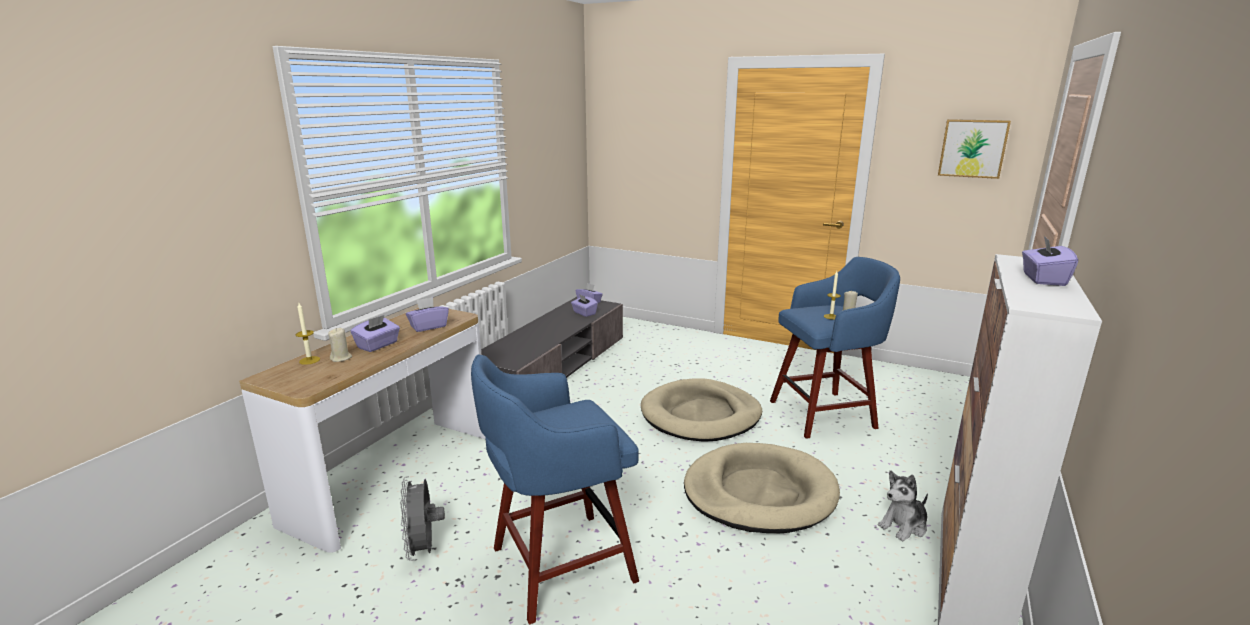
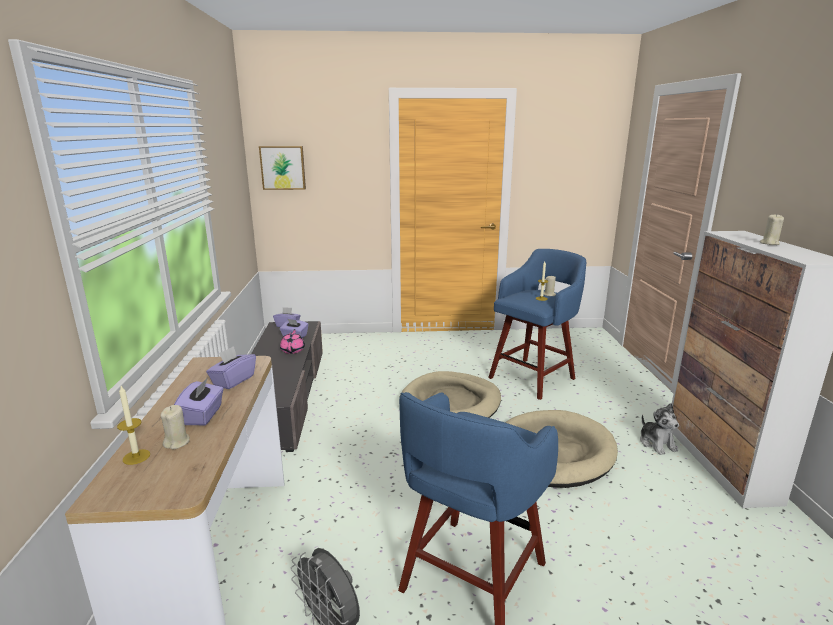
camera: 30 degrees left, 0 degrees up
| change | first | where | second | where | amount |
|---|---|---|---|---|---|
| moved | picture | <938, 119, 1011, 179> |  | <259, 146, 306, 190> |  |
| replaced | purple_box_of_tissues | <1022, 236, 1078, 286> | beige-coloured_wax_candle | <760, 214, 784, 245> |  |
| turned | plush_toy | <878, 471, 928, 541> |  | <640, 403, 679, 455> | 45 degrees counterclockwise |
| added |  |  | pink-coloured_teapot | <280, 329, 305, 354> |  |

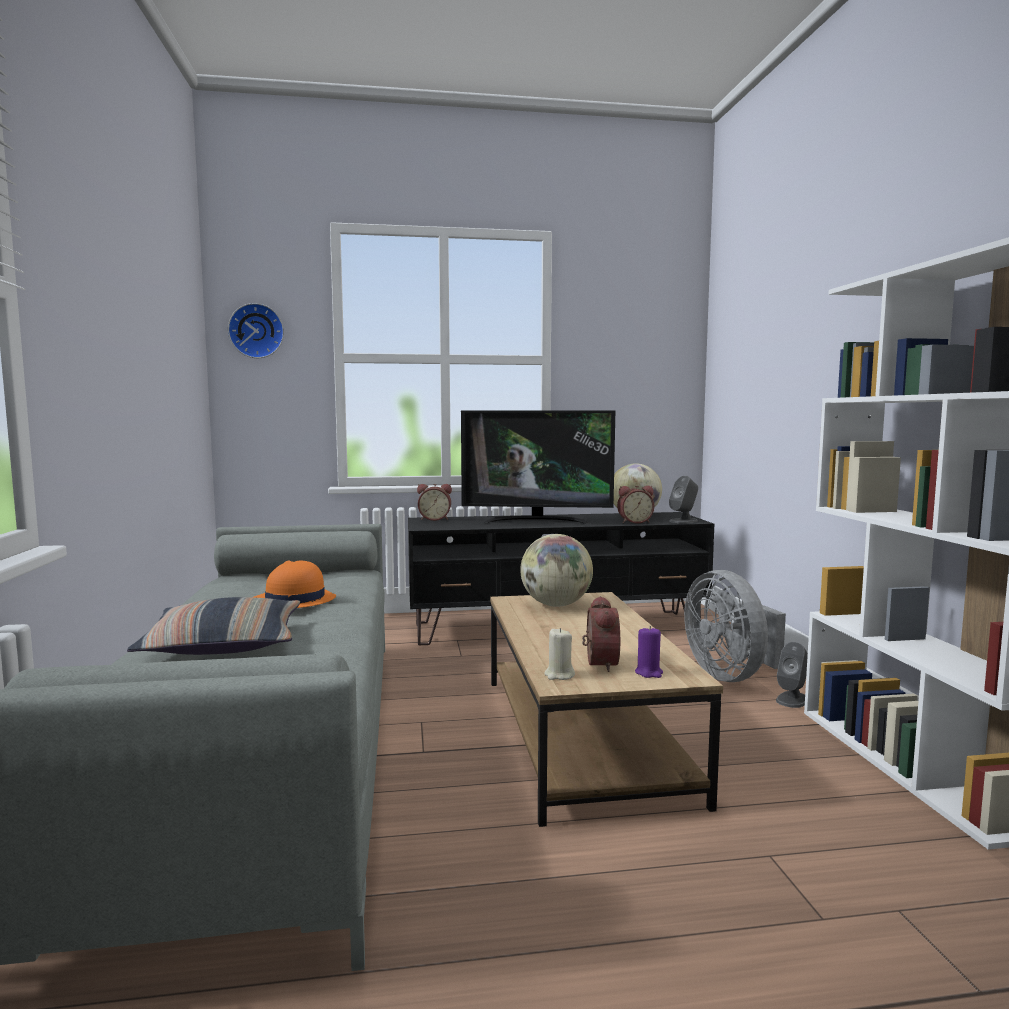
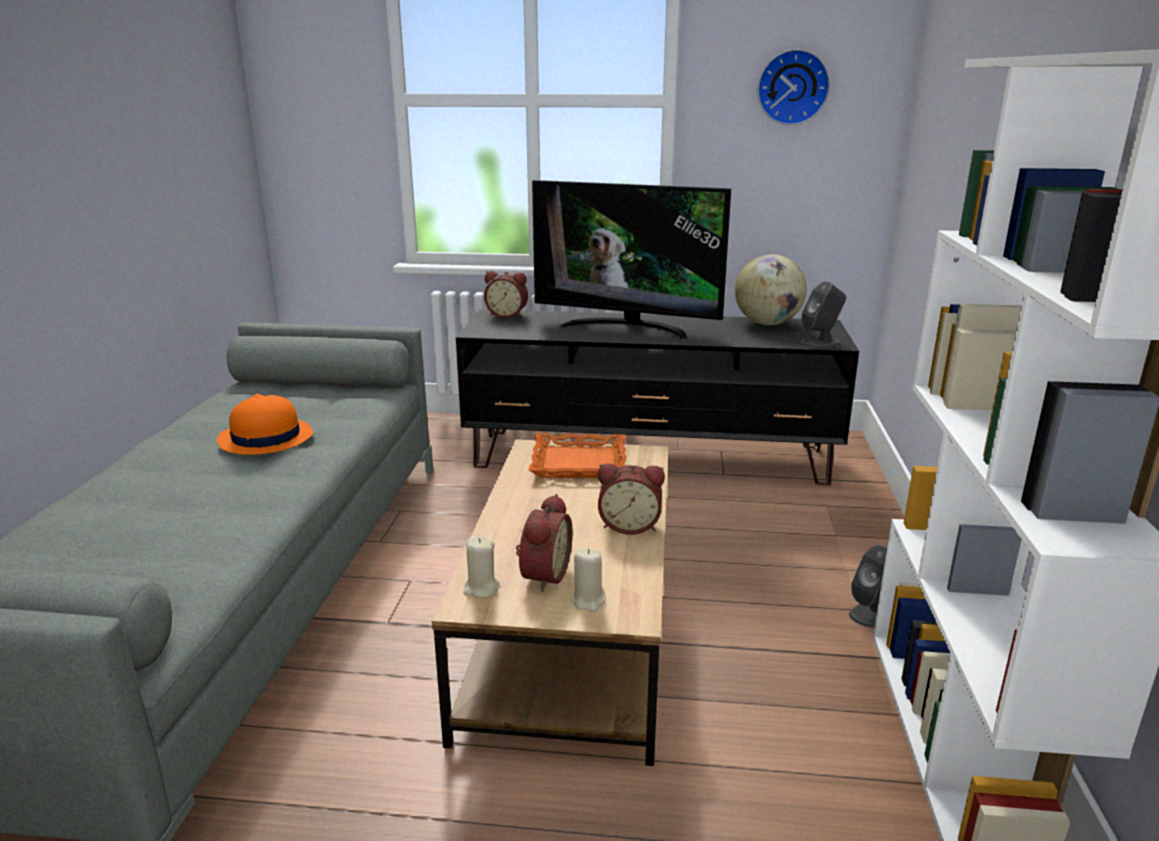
camera: 15 degrees right, 15 degrees up
| change | first | where | second | where | amount |
|---|---|---|---|---|---|
| moved | clock_on_the_wall | <228, 303, 284, 358> |  | <757, 49, 830, 125> |  |
| moved | bedside_clock | <617, 486, 654, 524> |  | <597, 463, 665, 535> |  |
| replaced | globe | <520, 534, 593, 607> | orange-coloured_serving_tray | <529, 433, 626, 478> |  |
| removed | greyish_cooling_fan | <684, 570, 786, 682> |  |  |  |
| removed | cushion | <127, 597, 300, 655> |  |  |  |
| recoloured | purple_wax_candle | <635, 626, 663, 678> | beige-coloured_wax_candle | <571, 548, 606, 611> |  |

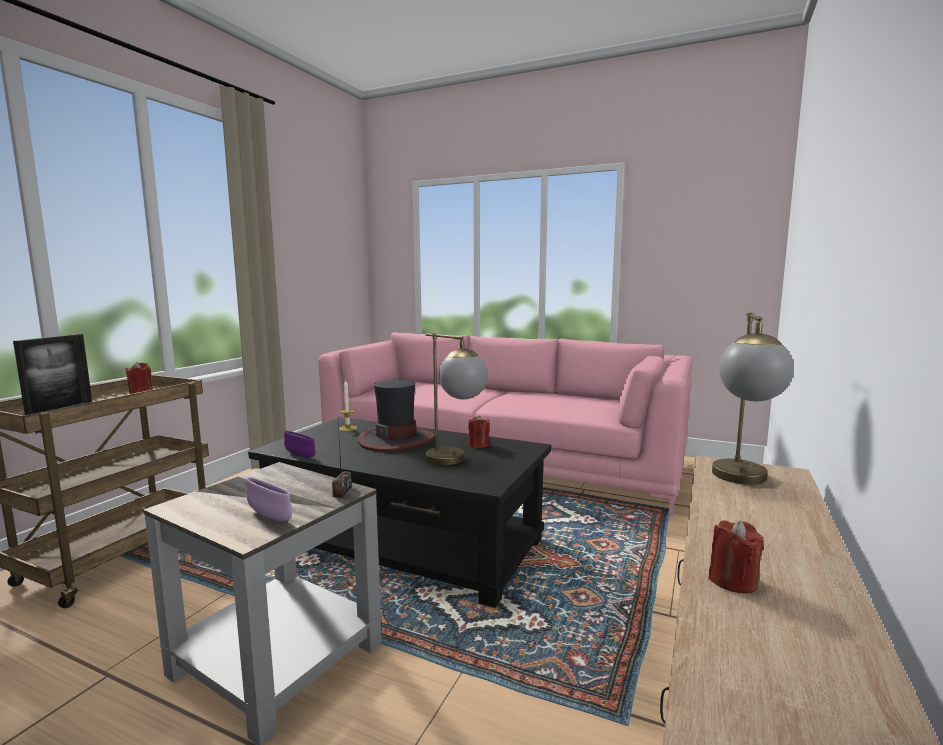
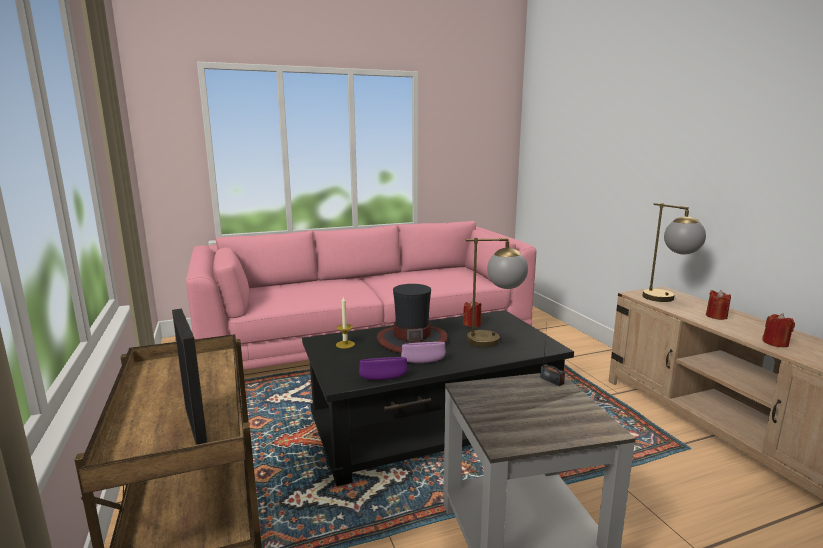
camera: 45 degrees left, 5 degrees up
| change | first | where | second | where | amount |
|---|---|---|---|---|---|
| moved | reddish_wax_candle | <125, 362, 153, 394> |  | <706, 290, 731, 320> |  |
| moved | purple_deep_dish | <246, 478, 292, 521> |  | <401, 342, 446, 363> |  |

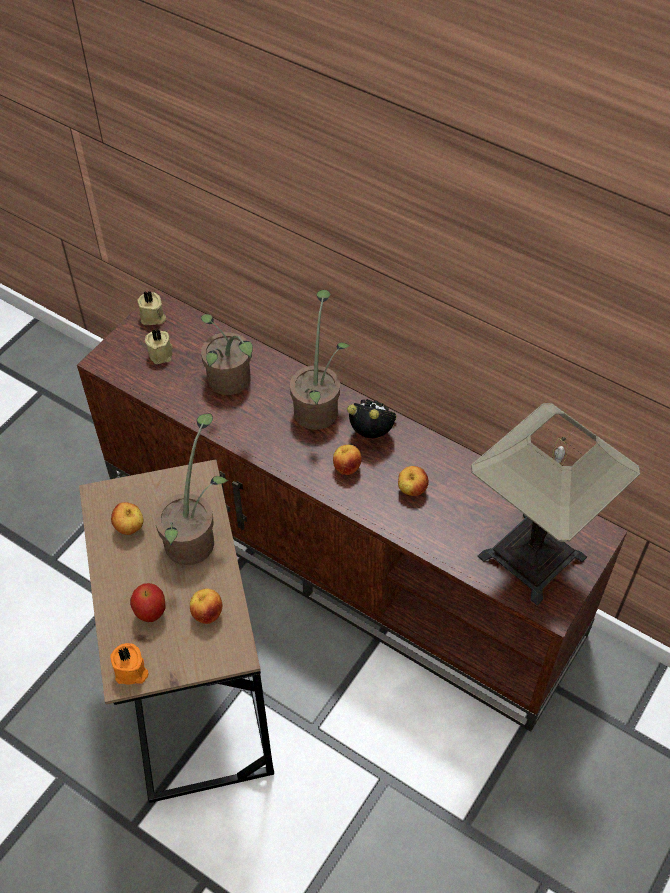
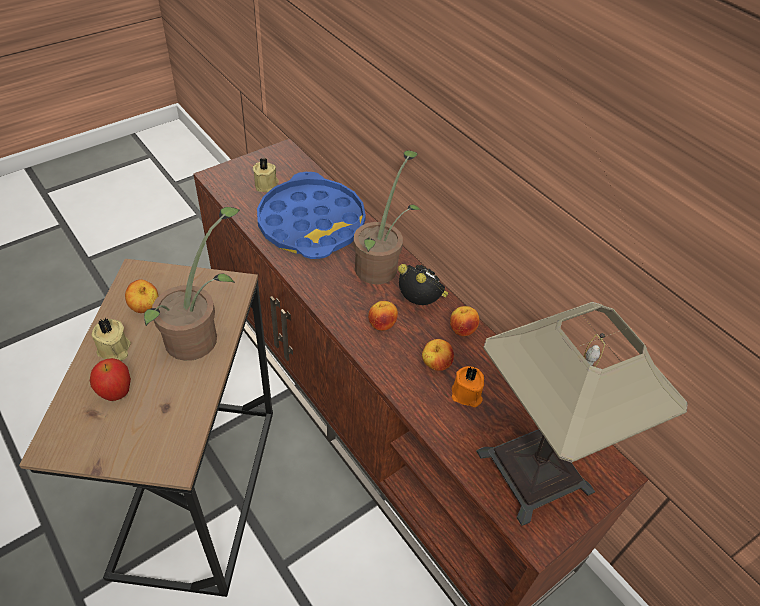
camera: 15 degrees right, 5 degrees down
| change | first | where | second | where | amount |
|---|---|---|---|---|---|
| moved | beige-coloured_wax_candle | <137, 291, 166, 325> |  | <91, 318, 131, 361> |  |
| replaced | plant_in_a_pot | <200, 314, 253, 395> | blue_serving_tray | <257, 172, 366, 259> |  |
| moved | whole_apple | <190, 589, 222, 624> |  | <450, 306, 479, 336> |  |
| moved | orange-coloured_wax_candle | <110, 643, 148, 684> |  | <452, 366, 484, 407> |  |

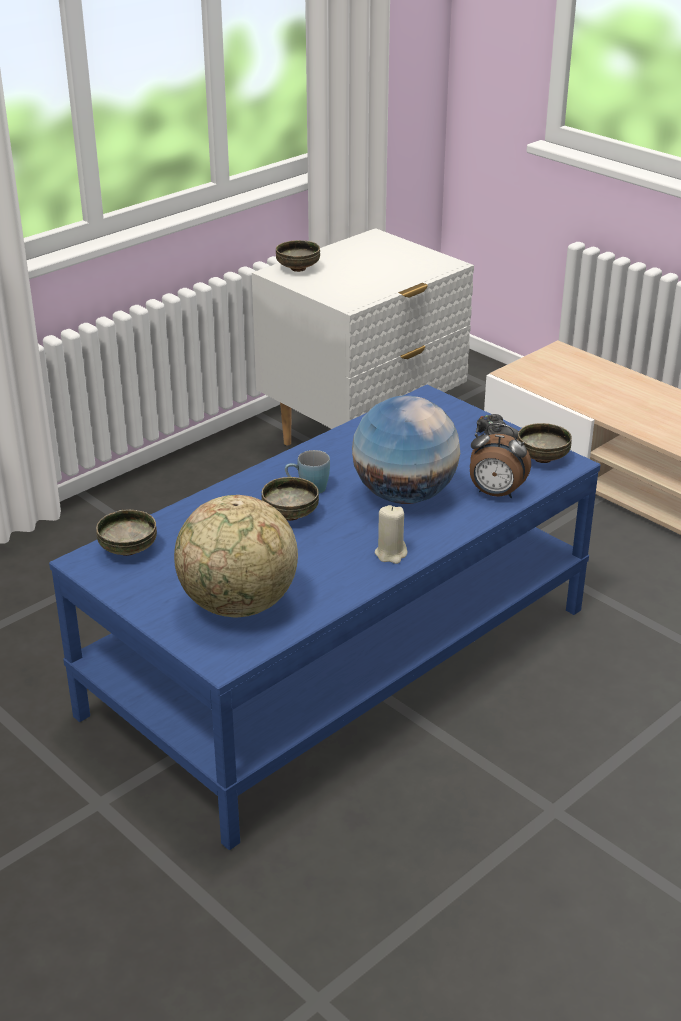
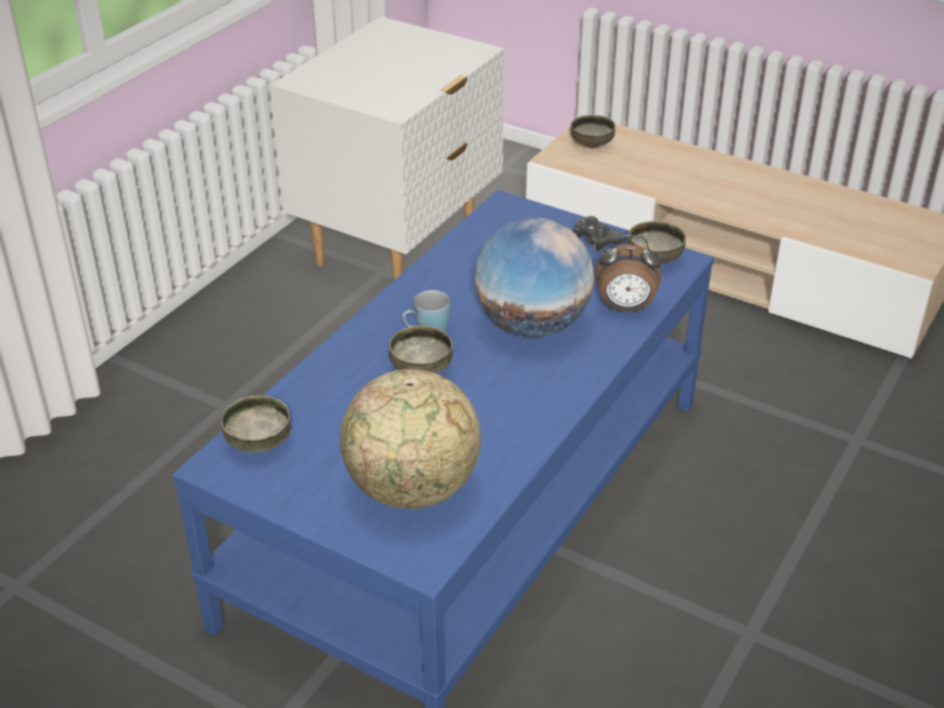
camera: 15 degrees left, 5 degrees up
| change | first | where | second | where | amount |
|---|---|---|---|---|---|
| moved | deep_dish | <276, 240, 320, 272> |  | <570, 115, 615, 148> |  |
| removed | beige-coloured_wax_candle | <375, 505, 407, 564> |  |  |  |

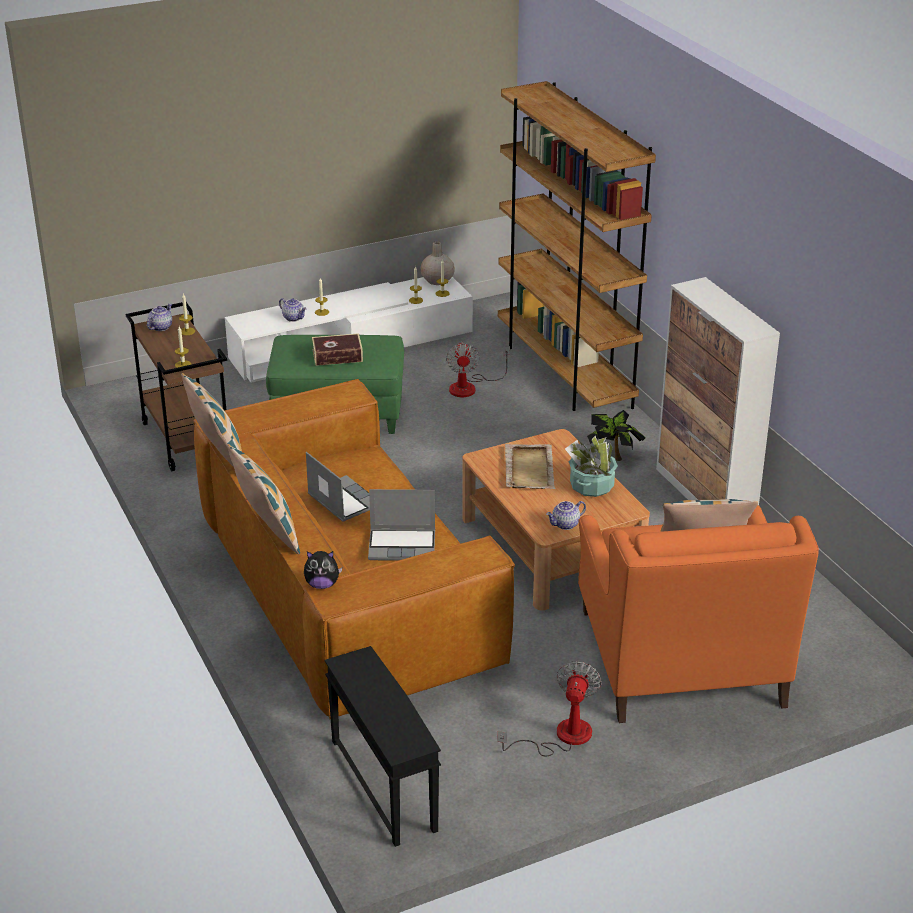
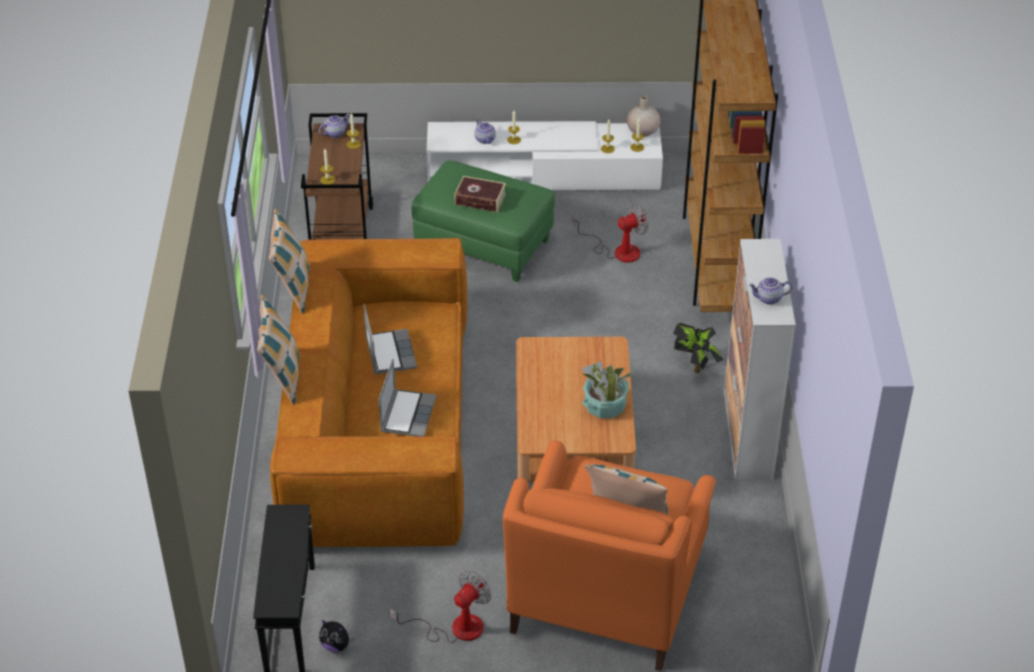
camera: 25 degrees right, 10 degrees up
| change | first | where | second | where | amount |
|---|---|---|---|---|---|
| turned | cooling_fan | <446, 342, 510, 397> |  | <572, 204, 648, 263> | 135 degrees counterclockwise |
| removed | beige-coloured_serving_tray | <505, 444, 555, 489> |  |  |  |
| turned | portable_computer | <368, 489, 435, 560> |  | <378, 358, 437, 437> | 105 degrees counterclockwise |
| moved | teapot | <546, 501, 586, 530> |  | <749, 277, 792, 305> |  |
| moved | plush_toy | <304, 551, 342, 589> |  | <319, 620, 354, 652> |  |

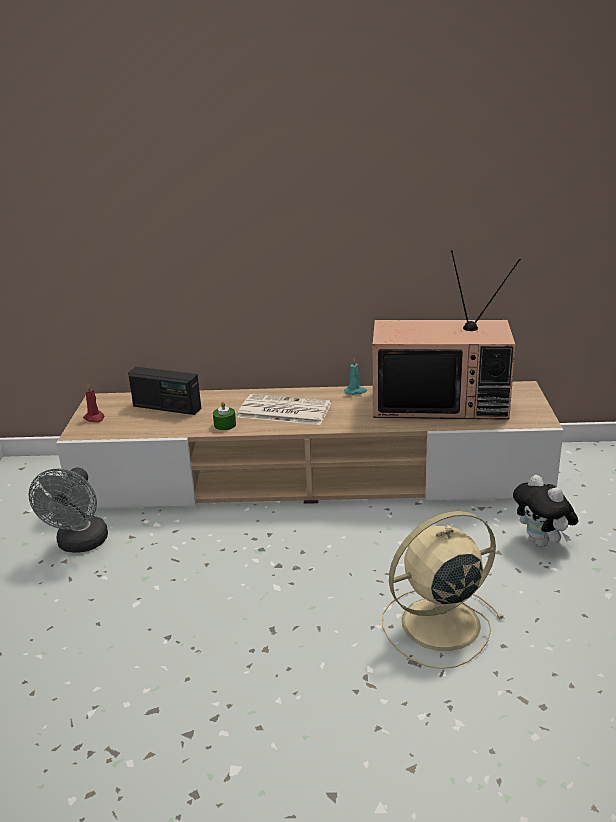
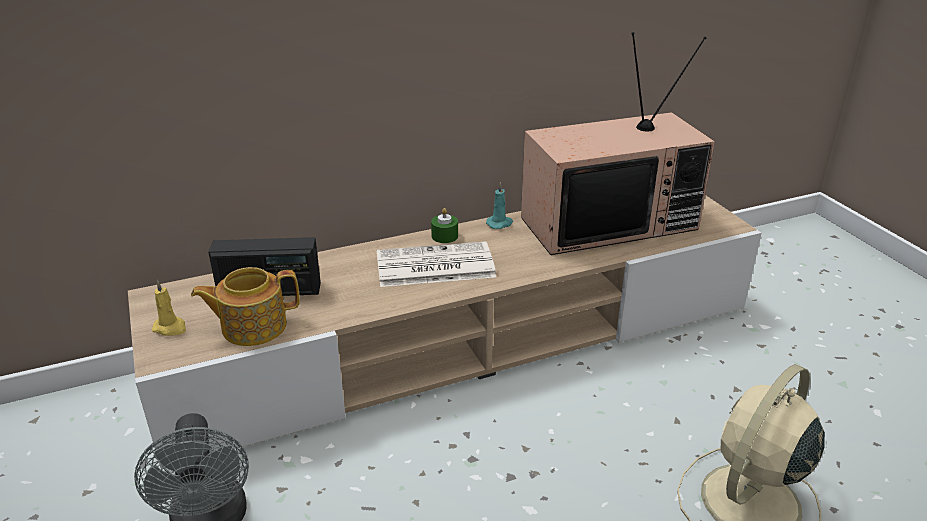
camera: 25 degrees left, 5 degrees up
| change | first | where | second | where | amount |
|---|---|---|---|---|---|
| recoloured | reddish_wax_candle | <83, 384, 104, 423> | yellowish_wax_candle | <152, 280, 186, 336> |  |
| moved | green_wax_candle | <213, 401, 236, 430> |  | <431, 208, 458, 243> |  |
| removed | plush_toy | <513, 475, 578, 547> |  |  |  |
| added |  |  | teapot | <191, 267, 300, 346> |  |

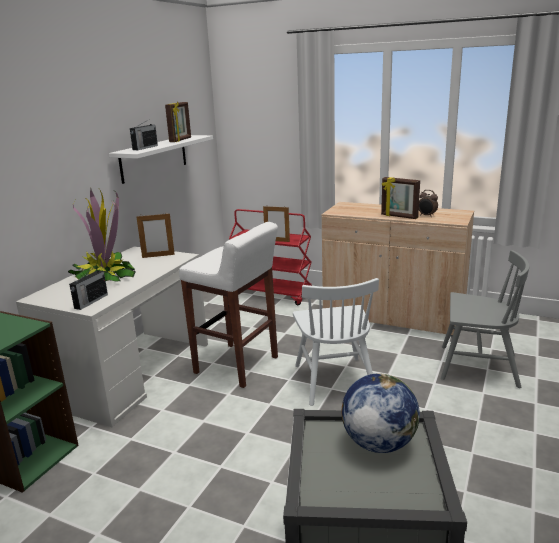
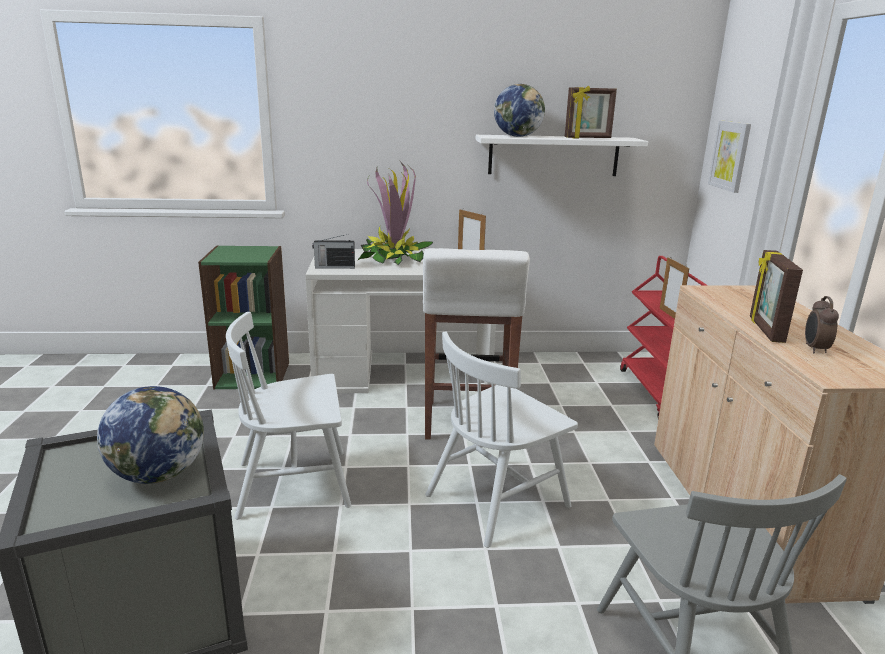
camera: 60 degrees right, 0 degrees up
| change | first | where | second | where | amount |
|---|---|---|---|---|---|
| replaced | radio_receiver | <130, 120, 158, 150> | globe | <494, 84, 545, 137> |  |
| added |  |  | picture | <708, 121, 751, 193> |  |
| added |  |  | white_upright_chair | <226, 312, 351, 520> |  |

